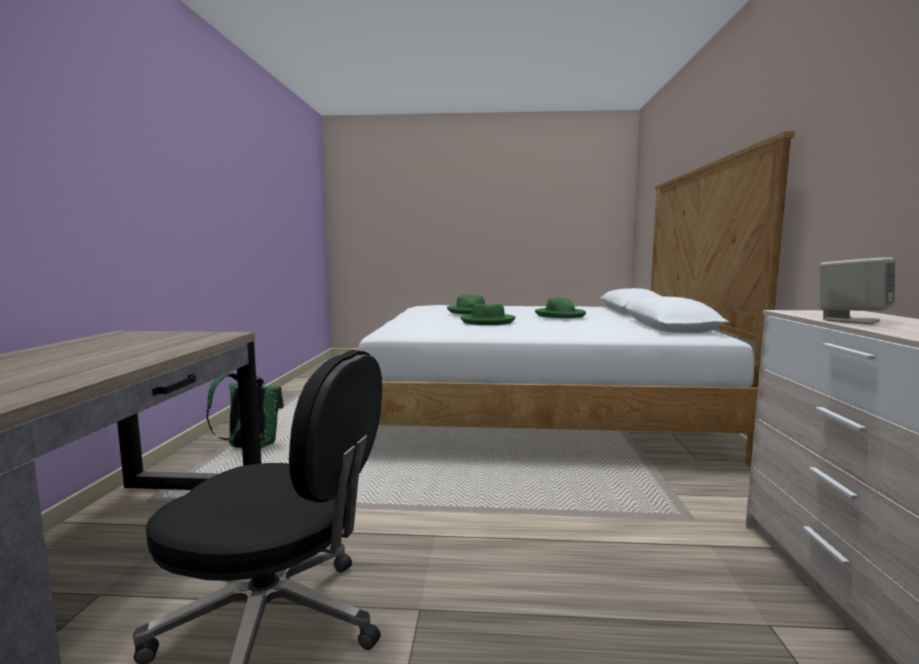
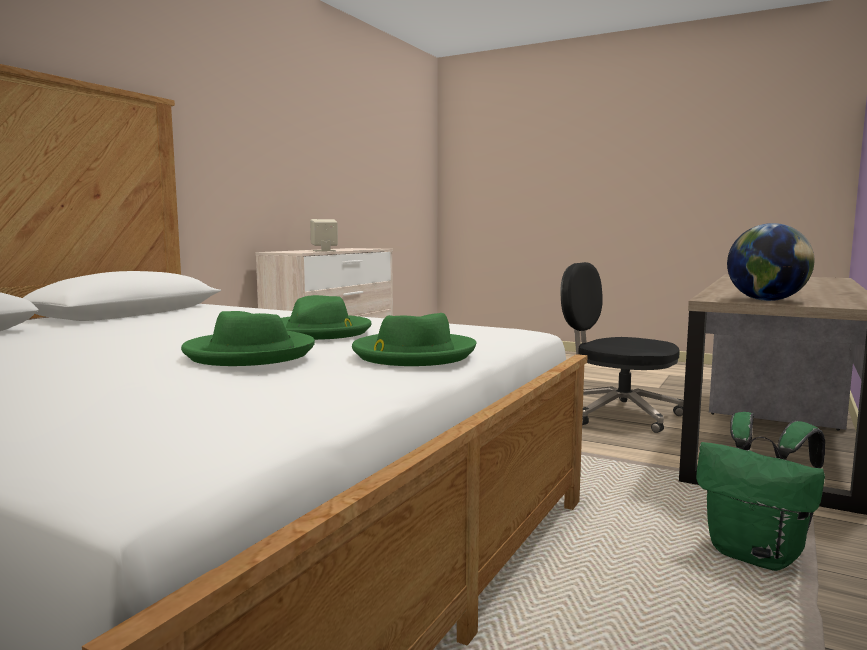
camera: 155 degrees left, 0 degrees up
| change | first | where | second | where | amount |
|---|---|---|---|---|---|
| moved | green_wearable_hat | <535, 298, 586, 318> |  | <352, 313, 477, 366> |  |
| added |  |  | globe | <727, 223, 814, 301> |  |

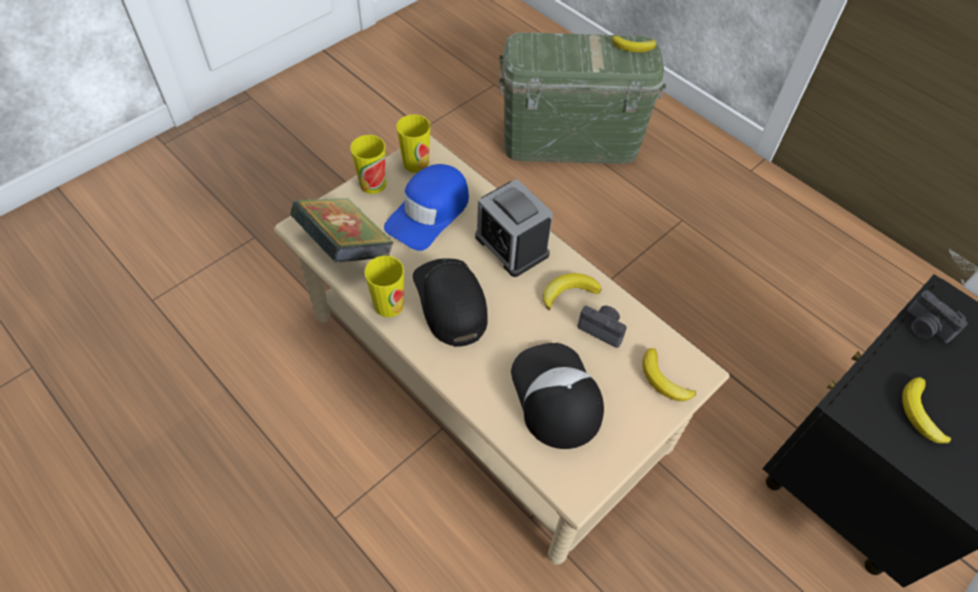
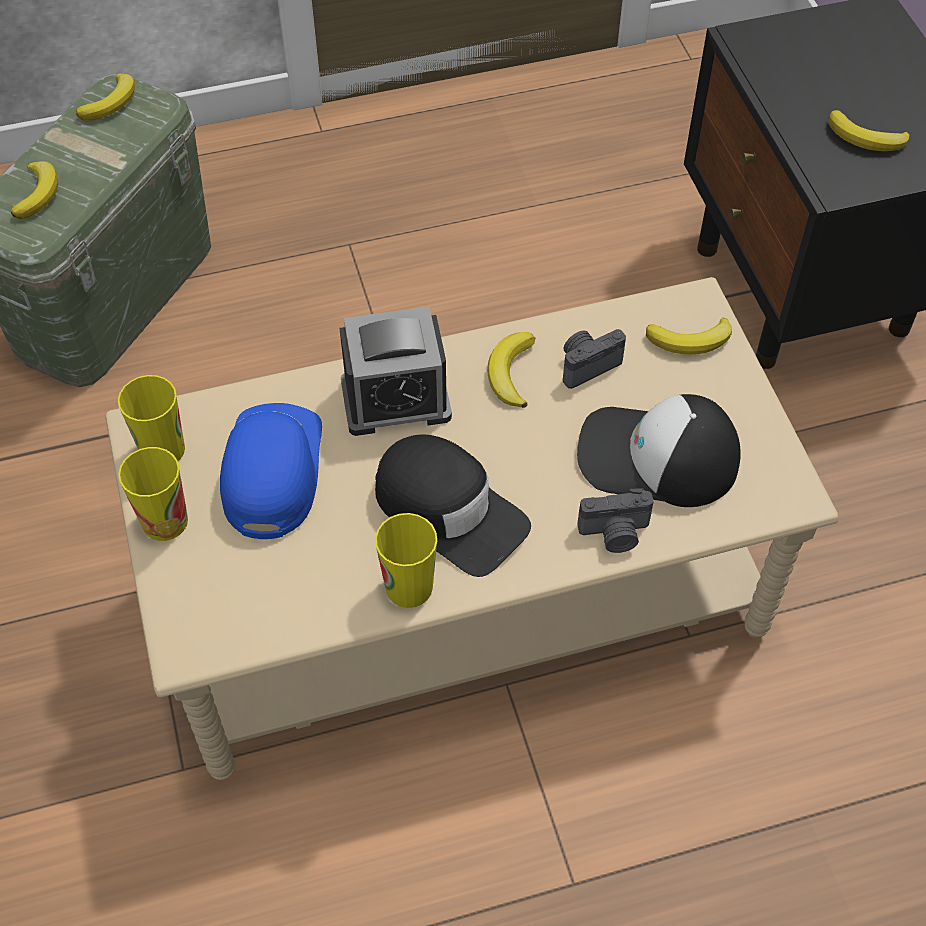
camera: 60 degrees left, 0 degrees up
| change | first | where | second | where | amount |
|---|---|---|---|---|---|
| turned | blue_peaked_cap | <384, 164, 469, 251> |  | <220, 403, 322, 539> | 150 degrees counterclockwise |
| removed | book | <290, 198, 395, 262> |  |  |  |
| turned | blackish_peaked_cap | <413, 258, 488, 347> |  | <375, 434, 531, 577> | 150 degrees counterclockwise |
| moved | still_camera | <907, 290, 968, 343> |  | <577, 488, 654, 553> |  |
| added |  |  | banana_fruit | <10, 161, 58, 219> |  |

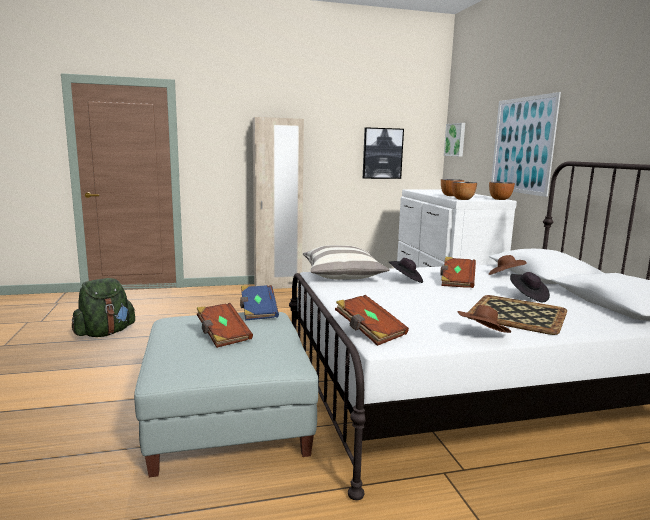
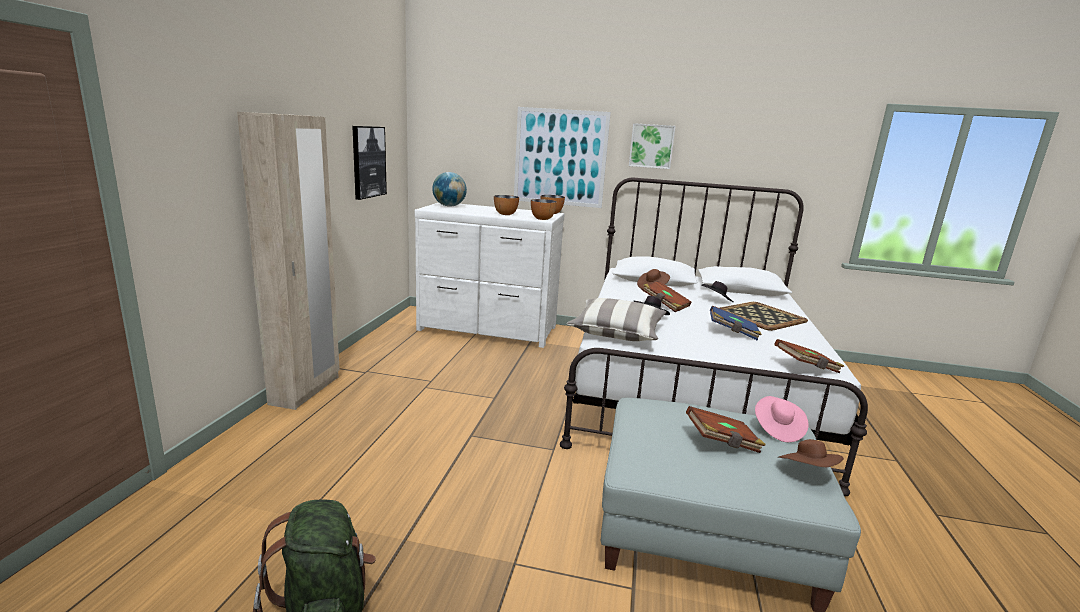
camera: 65 degrees left, 5 degrees up
| change | first | where | second | where | amount |
|---|---|---|---|---|---|
| moved | picture | <444, 123, 465, 157> |  | <629, 123, 676, 169> |  |
| moved | blue_book | <240, 285, 279, 320> |  | <710, 305, 762, 341> |  |
| moved | brown-coloured_wearable_hat | <458, 305, 511, 333> |  | <778, 439, 844, 467> |  |
| added |  |  | globe | <432, 172, 467, 207> |  |
| added |  |  | pink-coloured_wearable_hat | <755, 396, 809, 442> |  |

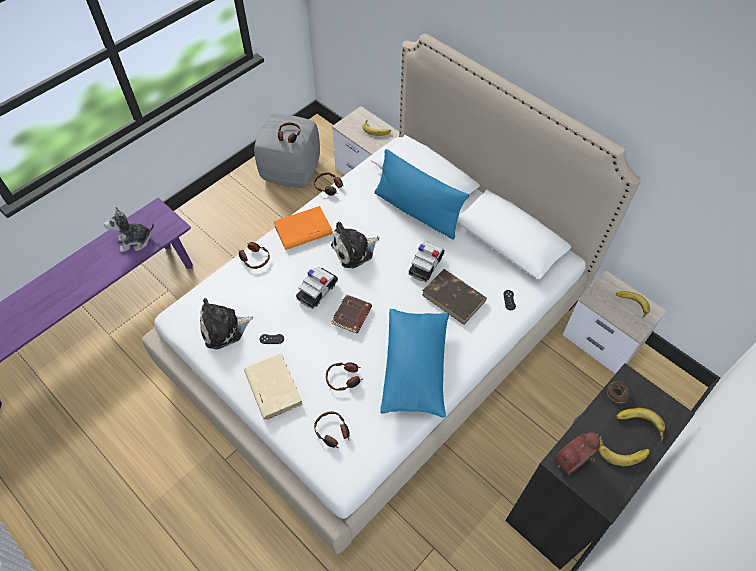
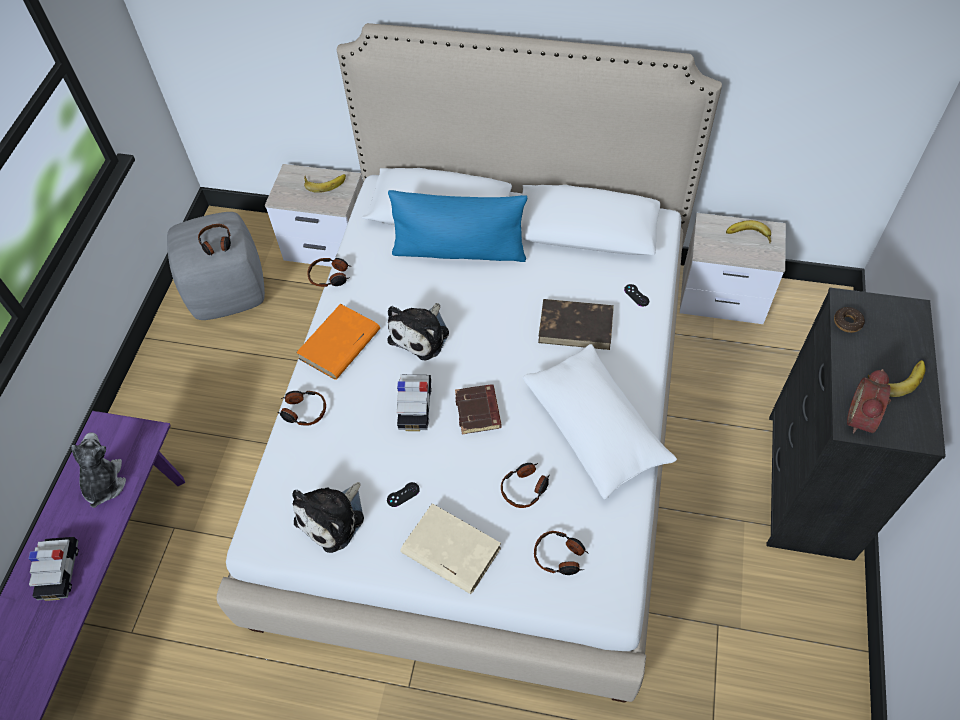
camera: 30 degrees left, 0 degrees up
| change | first | where | second | where | amount |
|---|---|---|---|---|---|
| turned | plush_toy | <104, 207, 154, 252> |  | <71, 432, 126, 508> | 135 degrees clockwise |
| moved | toy_car | <409, 241, 444, 282> |  | <29, 537, 79, 601> |  |
| recoloured | blue_cushion | <381, 309, 449, 418> | white_cushion | <522, 344, 677, 499> |  |
| removed | banana_fruit | <616, 408, 665, 441> |  |  |  |

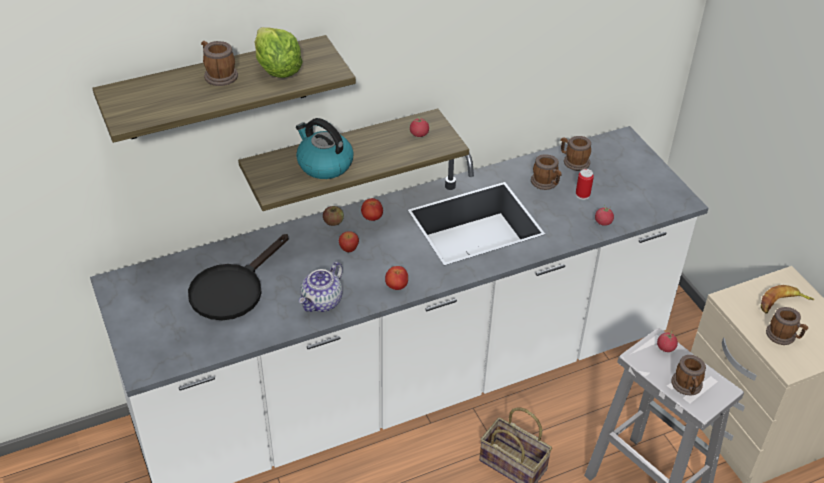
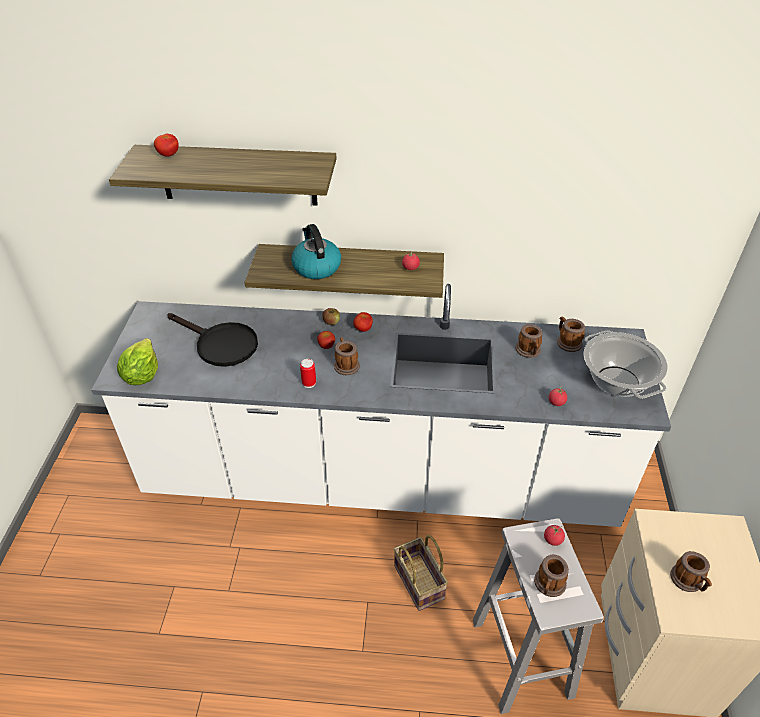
camera: 30 degrees right, 0 degrees up
| change | first | where | second | where | amount |
|---|---|---|---|---|---|
| moved | head_of_lettuce | <255, 27, 303, 78> |  | <117, 338, 158, 385> |  |
| moved | coffee_mug | <201, 41, 238, 86> |  | <334, 337, 360, 375> |  |
| moved | sealed_can | <576, 169, 594, 200> |  | <300, 359, 316, 388> |  |
| turned | blackish_frying_pan | <188, 234, 288, 320> |  | <168, 313, 258, 367> | 120 degrees counterclockwise |
| removed | teapot | <299, 262, 343, 312> |  |  |  |
| moved | fresh_tomato | <385, 266, 408, 290> |  | <154, 134, 179, 157> |  |
| removed | banana_fruit | <761, 285, 814, 314> |  |  |  |
| added |  |  | cooking_pot | <583, 330, 668, 399> |  |

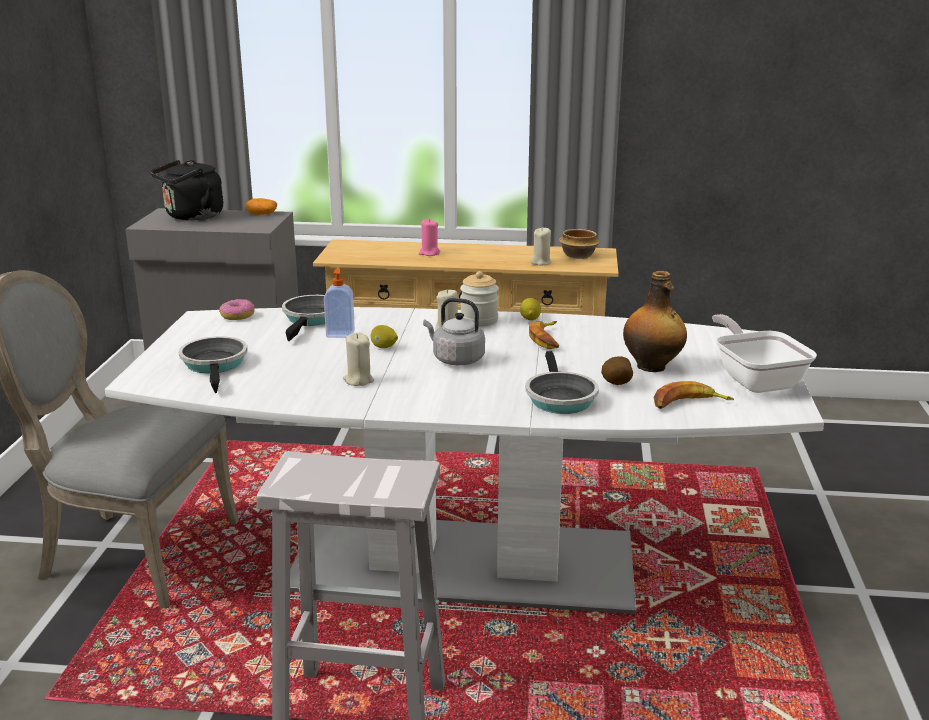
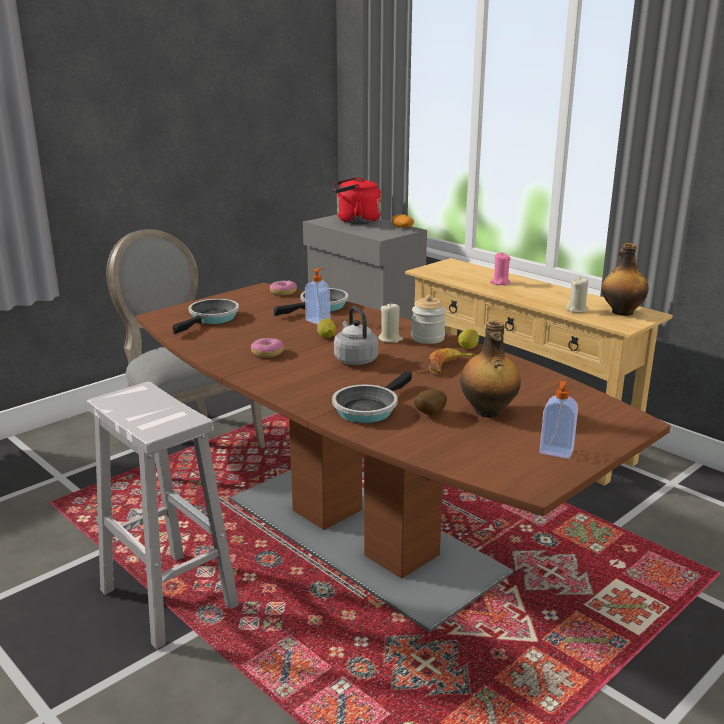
camera: 40 degrees right, 0 degrees up
| change | first | where | second | where | amount |
|---|---|---|---|---|---|
| recoloured | blackish_water_kettle | <150, 160, 223, 221> | reddish_water_kettle | <333, 177, 381, 224> |  |
| replaced | deep_dish | <559, 229, 600, 259> | drink_bottle | <602, 243, 649, 316> |  |
| recoloured | white_kitchen_table | <105, 307, 824, 614> | brown-coloured_kitchen_table | <136, 283, 671, 633> |  |
| replaced | frying_pan | <712, 314, 817, 393> | soap_dispenser | <540, 381, 578, 459> |  |
| replaced | beige-coloured_wax_candle | <343, 333, 374, 386> | doughnut | <251, 338, 284, 357> |  |
| removed | banana_fruit | <654, 381, 734, 409> |  |  |  |

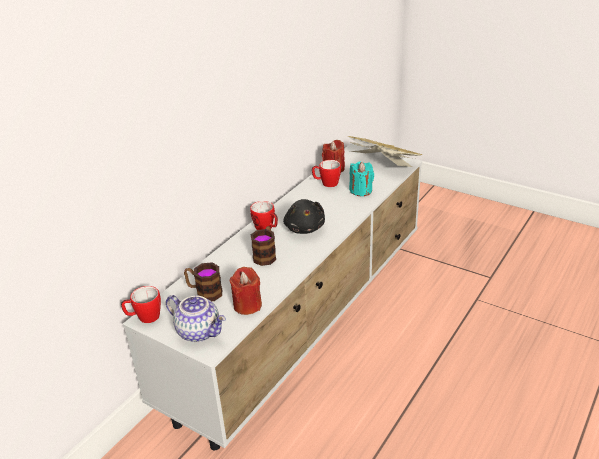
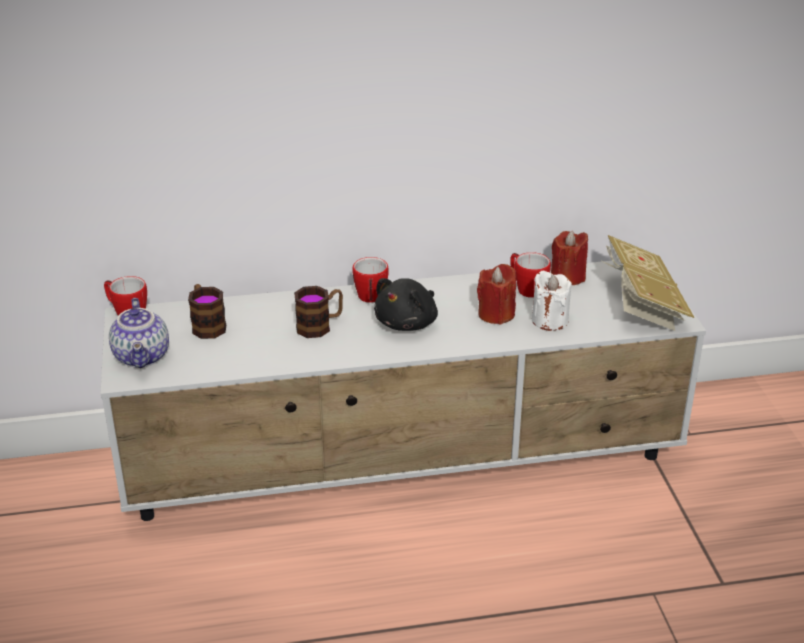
camera: 45 degrees right, 0 degrees up
| change | first | where | second | where | amount |
|---|---|---|---|---|---|
| recoloured | turquoise-coloured_wax_candle | <349, 162, 374, 196> | white_wax_candle | <532, 270, 572, 331> |  |
| moved | reddish_wax_candle | <230, 267, 262, 315> |  | <477, 264, 516, 325> |  |

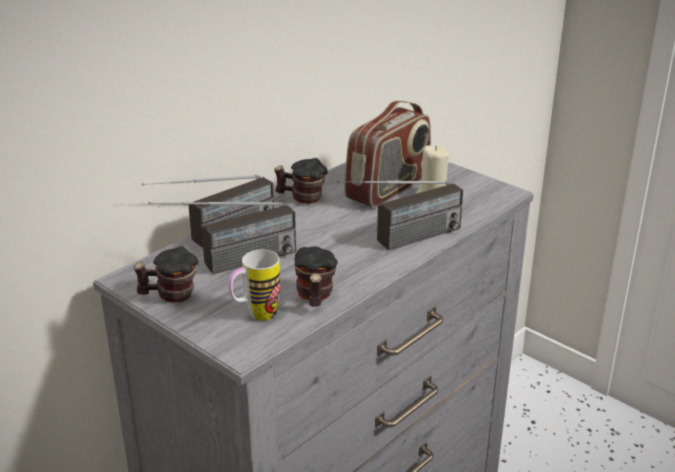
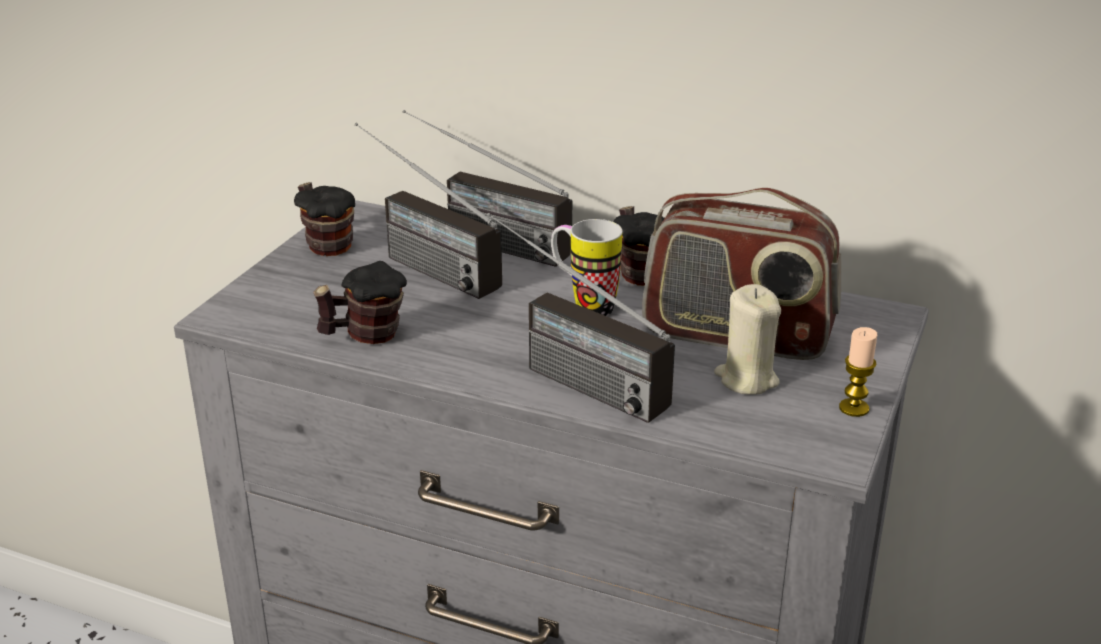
camera: 70 degrees right, 0 degrees up
| change | first | where | second | where | amount |
|---|---|---|---|---|---|
| moved | coffee_mug | <228, 250, 280, 321> |  | <551, 219, 622, 316> |  |
| added |  |  | wax_candle | <839, 327, 877, 417> |  |

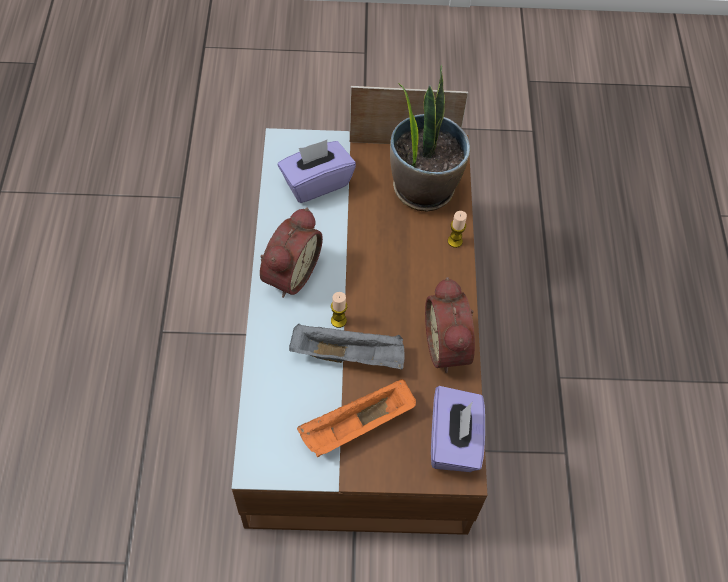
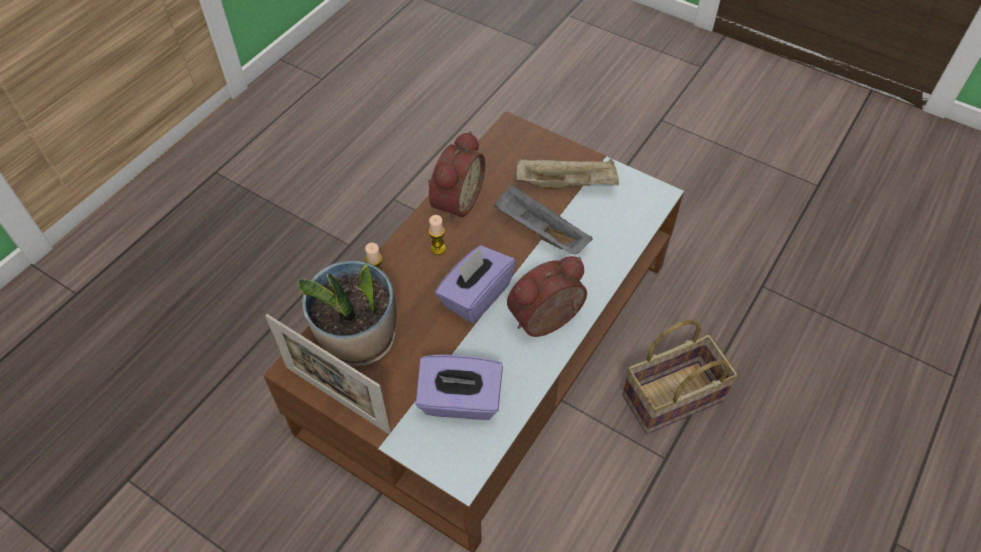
camera: 145 degrees left, 5 degrees down
| change | first | where | second | where | amount |
|---|---|---|---|---|---|
| moved | wax_candle | <331, 292, 347, 328> |  | <429, 215, 446, 255> |  |
| recoloured | orange-coloured_serving_tray | <297, 379, 416, 457> | beige-coloured_serving_tray | <516, 158, 619, 190> |  |
| moved | purple_box_of_tissues | <431, 386, 485, 472> |  | <435, 245, 516, 324> |  |
| added |  |  | basket | <622, 320, 738, 434> |  |

